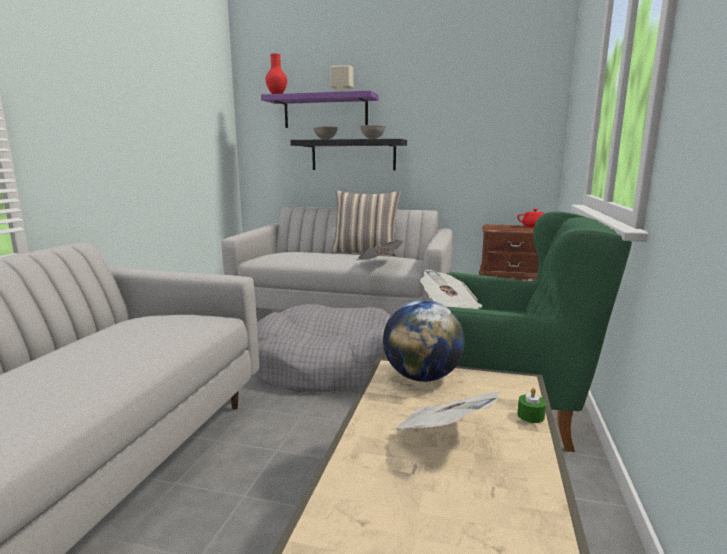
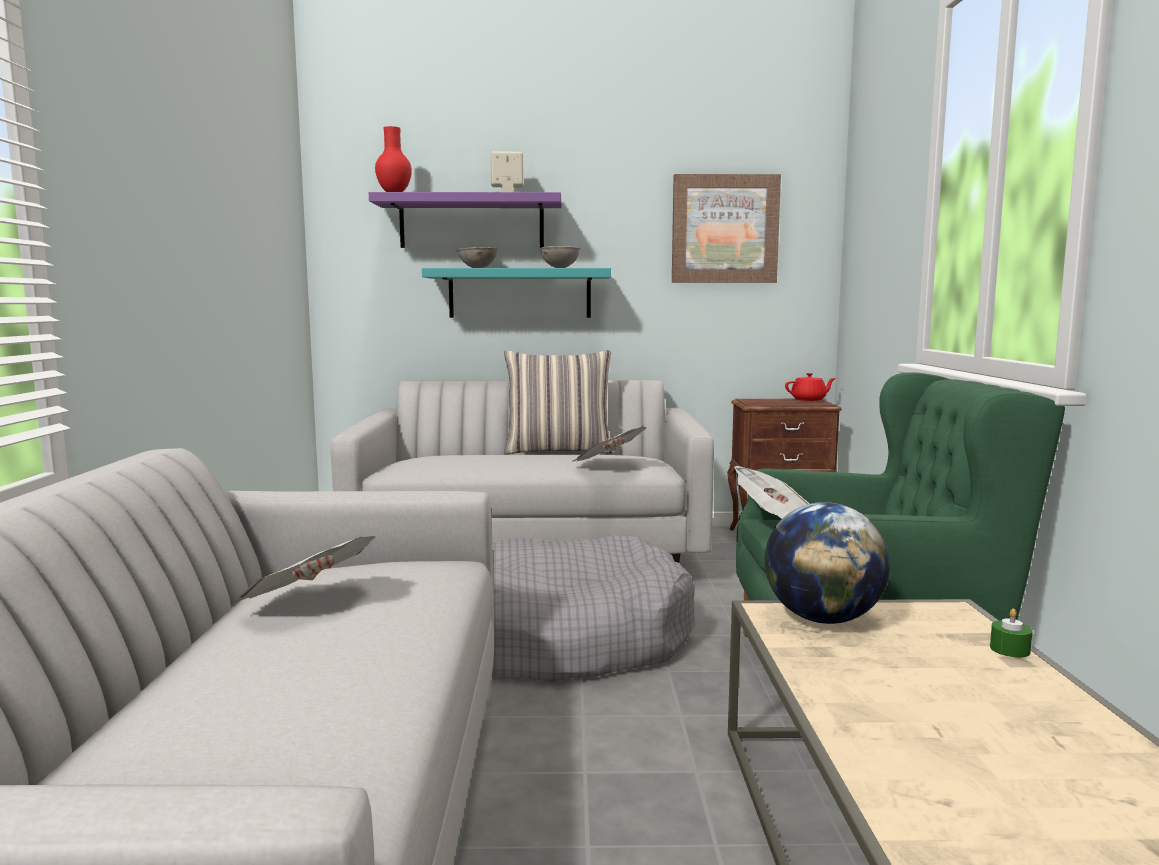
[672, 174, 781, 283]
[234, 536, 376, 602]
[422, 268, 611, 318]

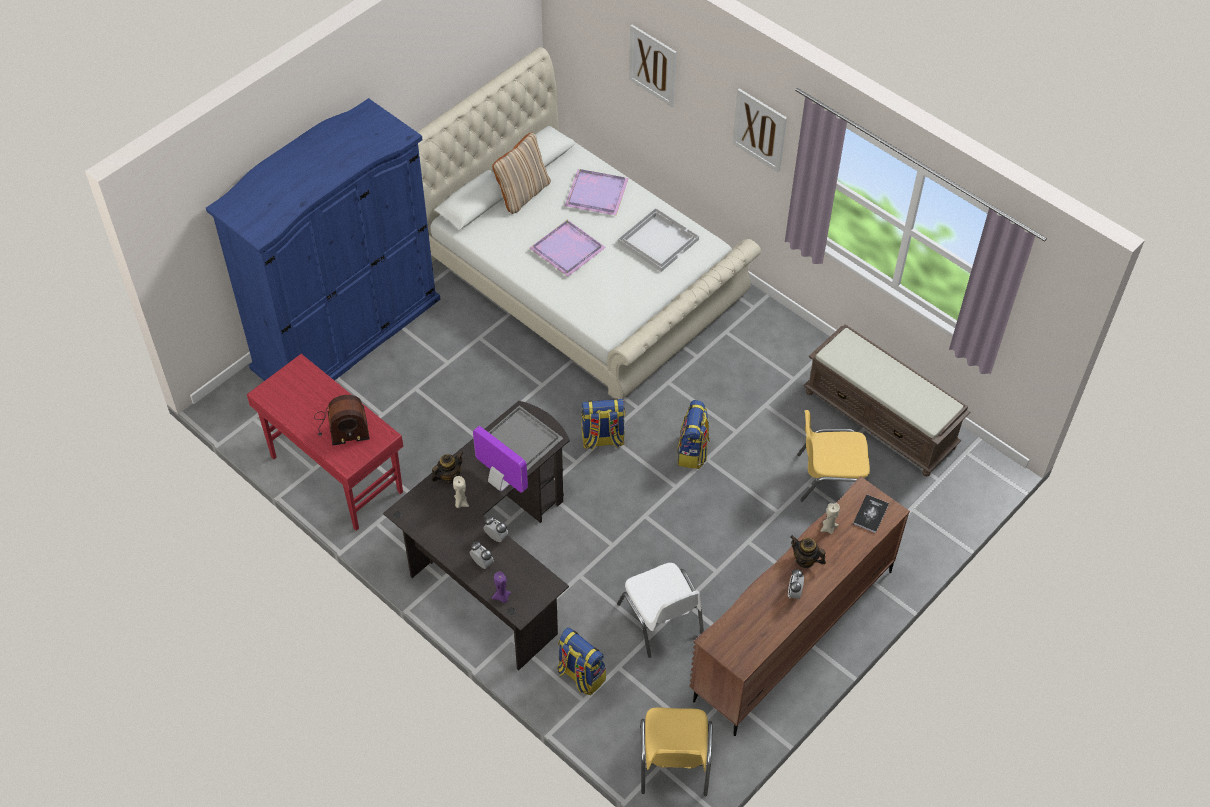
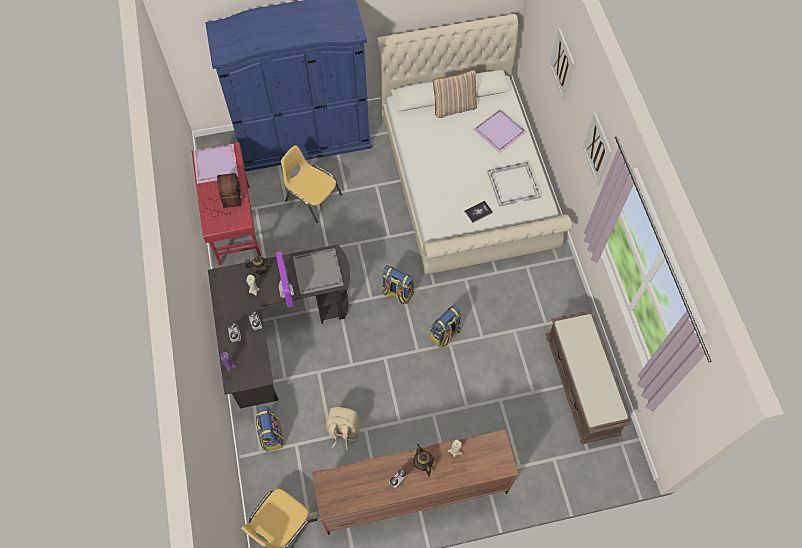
[193, 144, 238, 184]
[281, 145, 342, 223]
[464, 201, 493, 223]
[326, 407, 360, 450]
[203, 173, 242, 217]

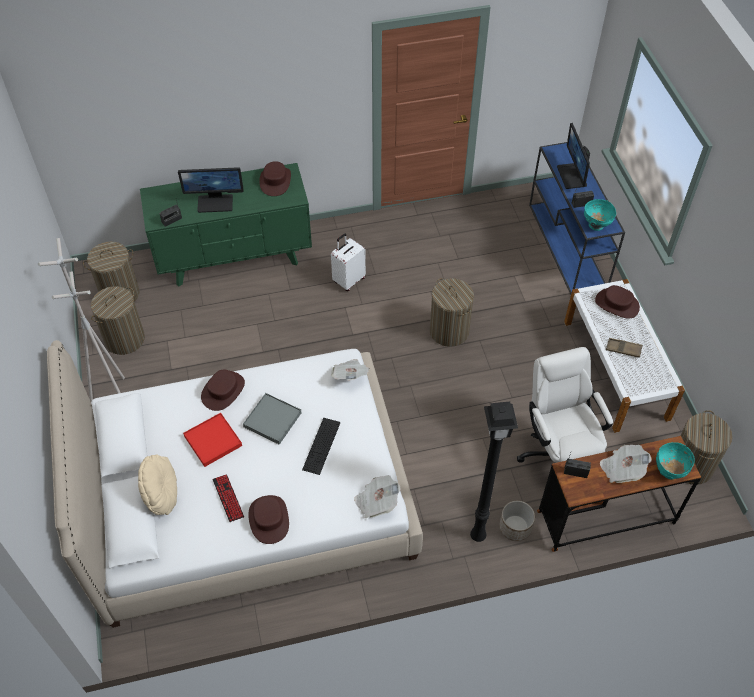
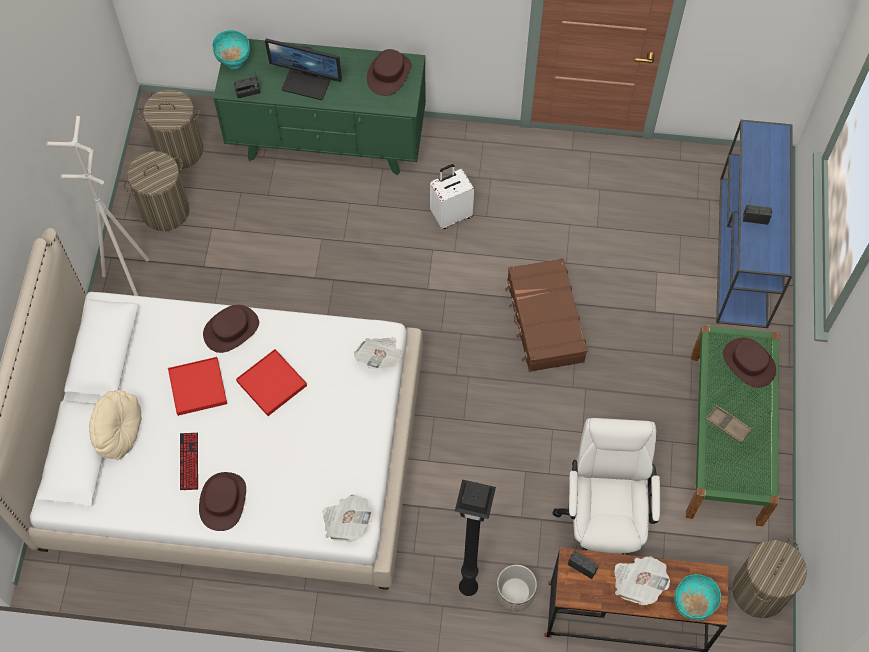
[302, 418, 340, 475] (first image)
[557, 123, 590, 189] (first image)
[212, 30, 250, 69]
[505, 258, 588, 372]
[236, 349, 307, 416]
[685, 325, 779, 526]

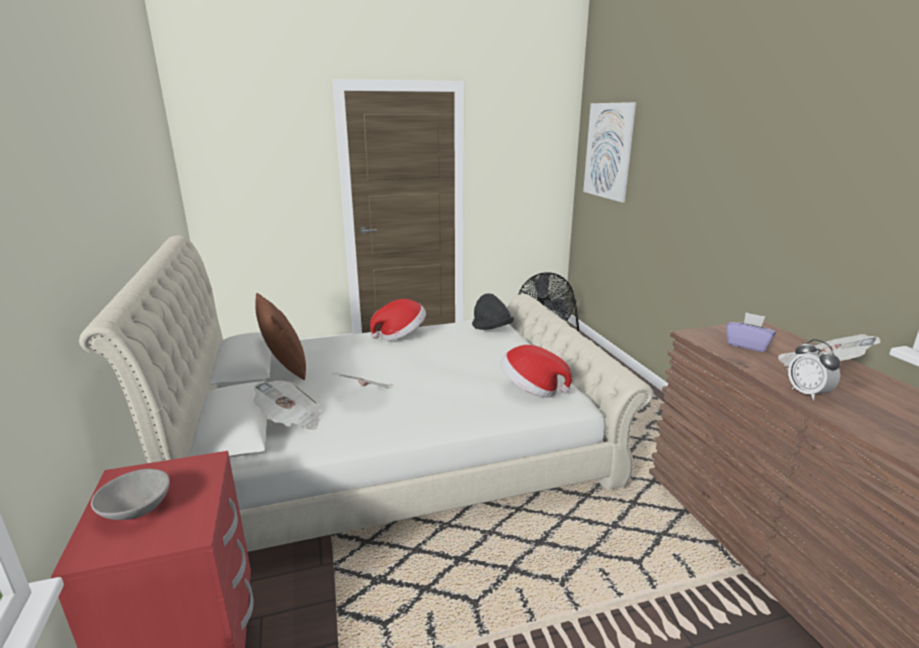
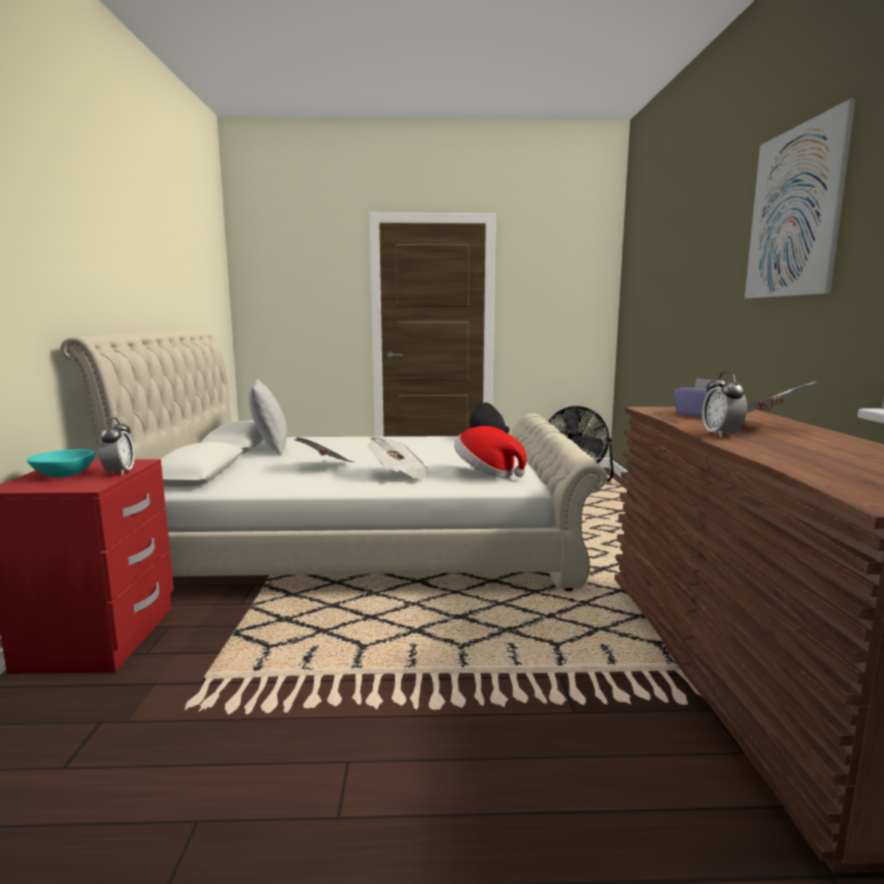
[370, 299, 426, 340] (first image)
[98, 418, 135, 476]
[368, 437, 428, 480]
[745, 99, 856, 299]
[27, 449, 95, 477]
[249, 379, 288, 455]

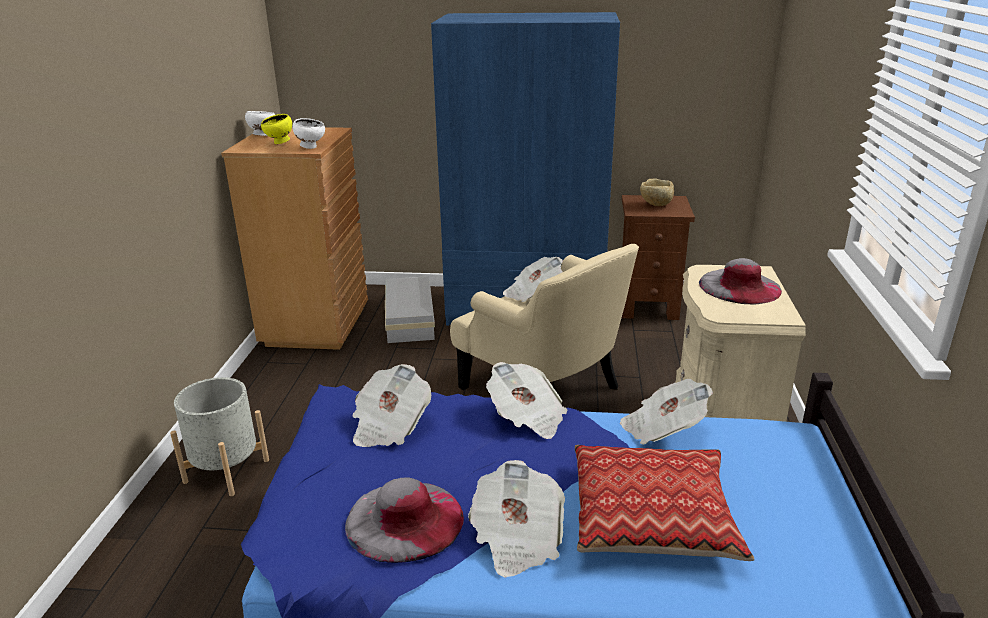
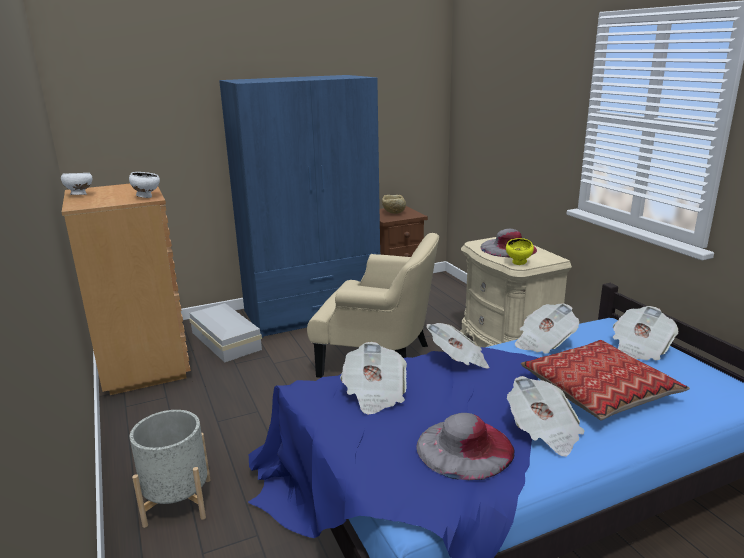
[506, 238, 534, 265]
[613, 306, 679, 361]

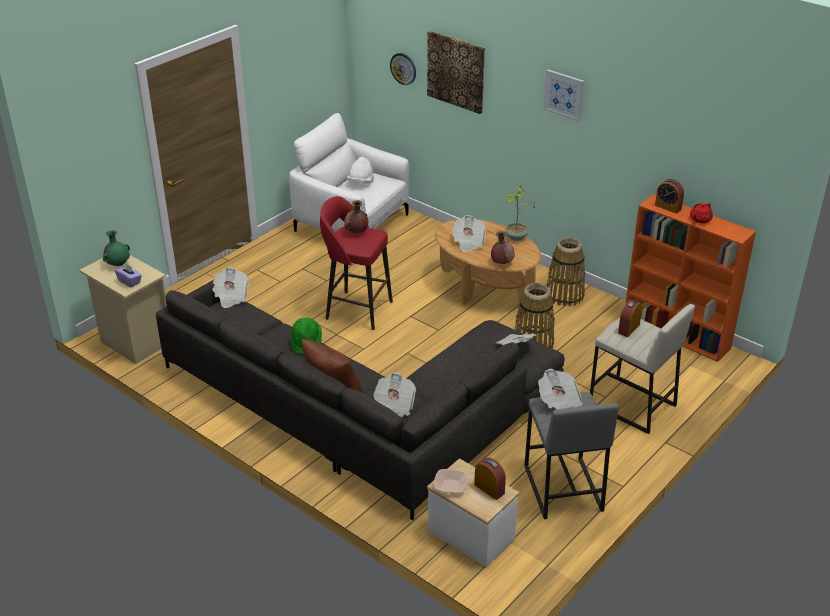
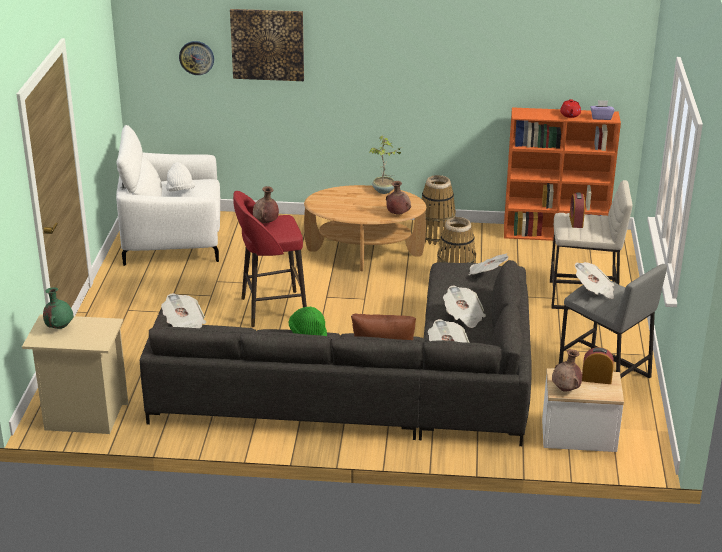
[543, 70, 584, 122] (first image)
[655, 179, 684, 214] (first image)
[591, 100, 615, 120]
[443, 285, 486, 328]
[552, 349, 582, 392]

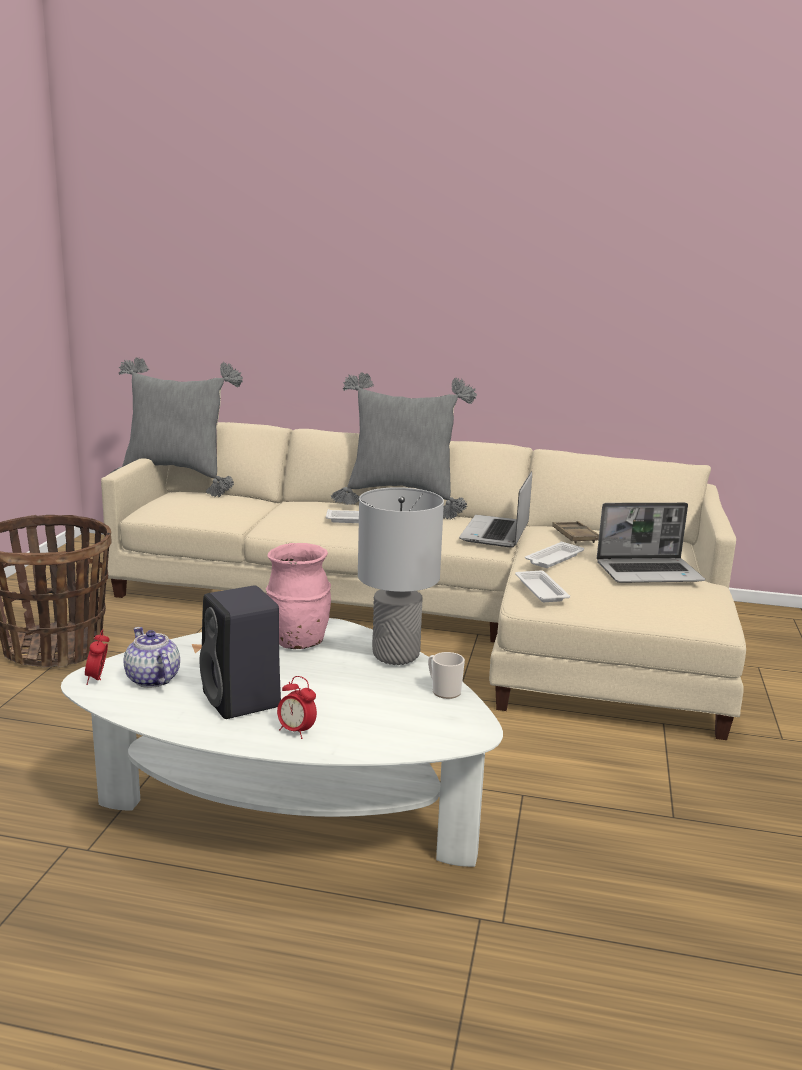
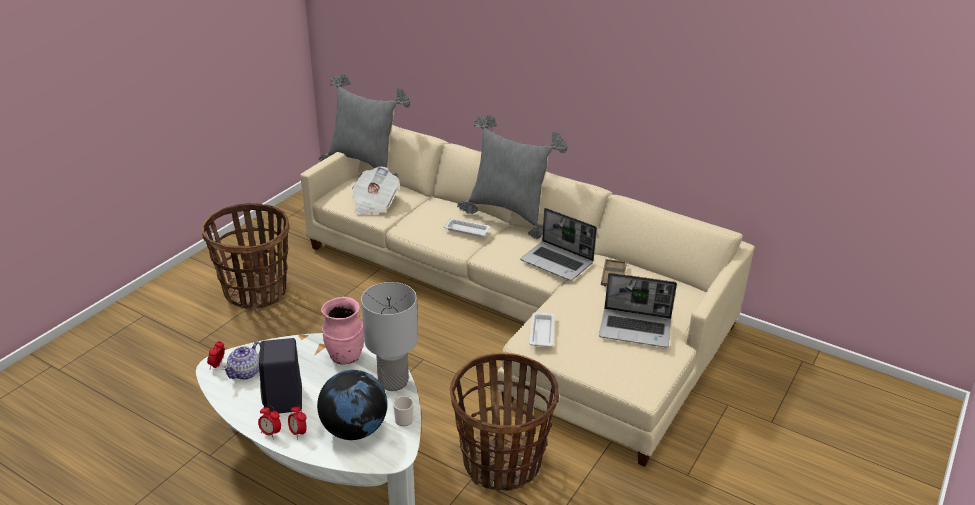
[525, 541, 584, 568] (first image)
[258, 405, 281, 439]
[317, 370, 387, 440]
[352, 166, 400, 215]
[450, 352, 559, 491]
[222, 342, 261, 380]
[520, 208, 597, 281]

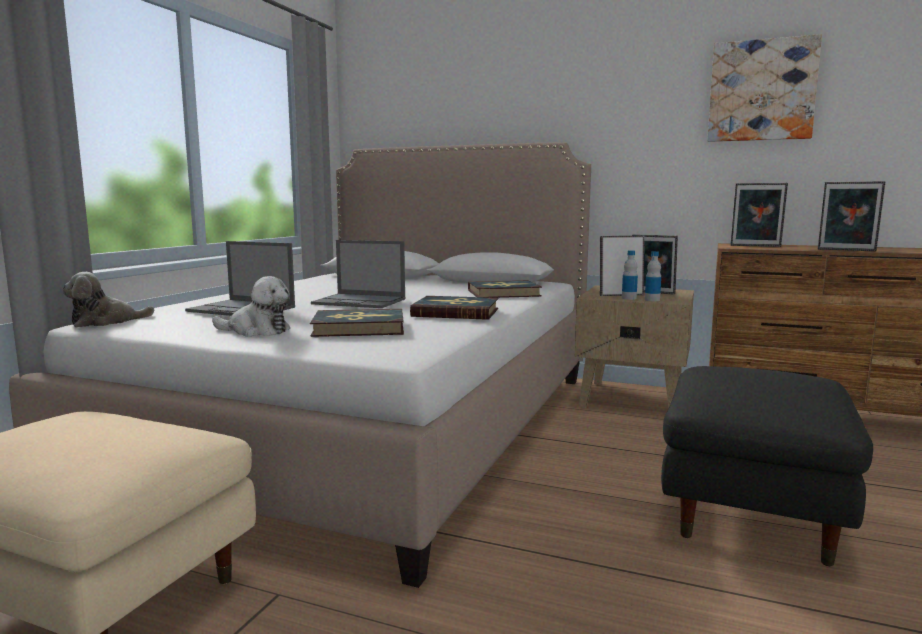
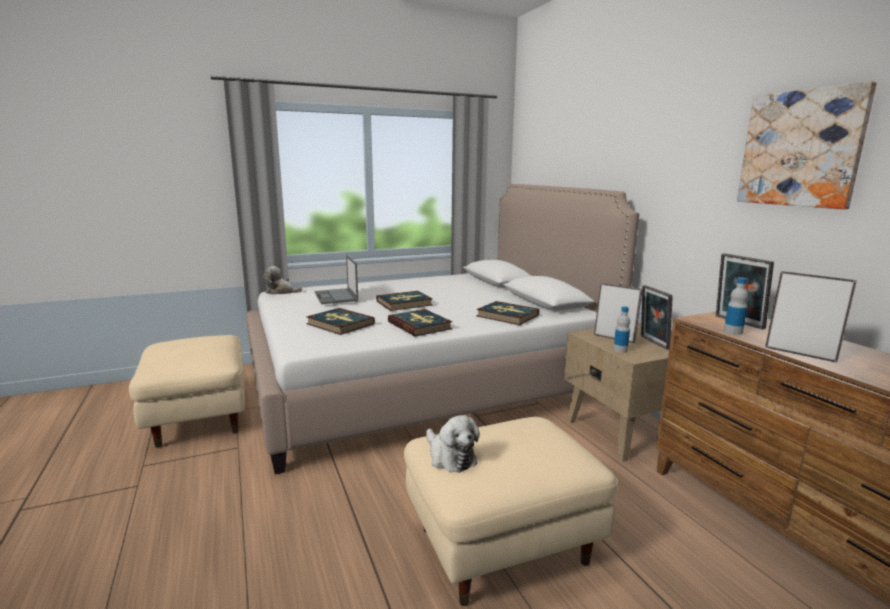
[426, 415, 480, 473]
[724, 277, 748, 335]
[376, 291, 433, 311]
[404, 417, 618, 606]
[765, 271, 857, 363]

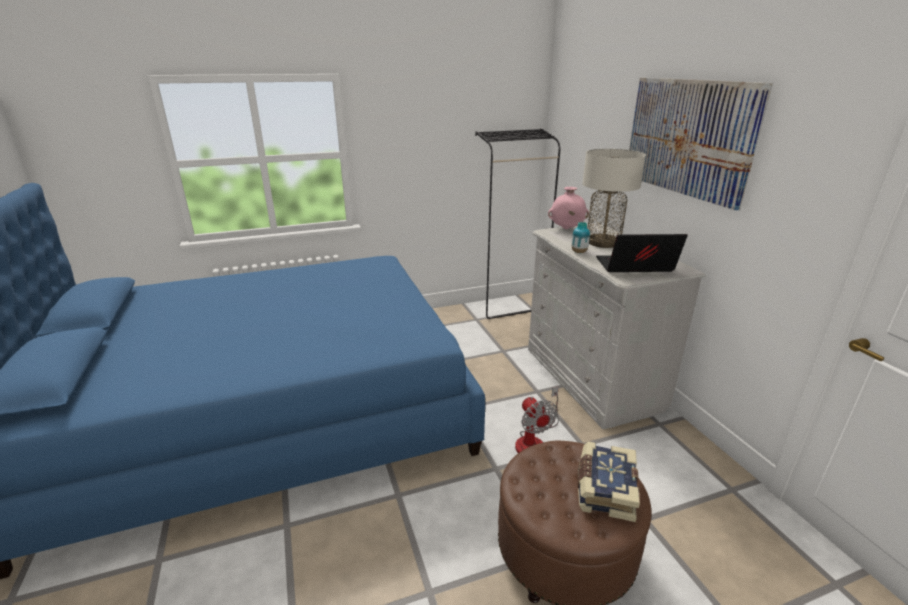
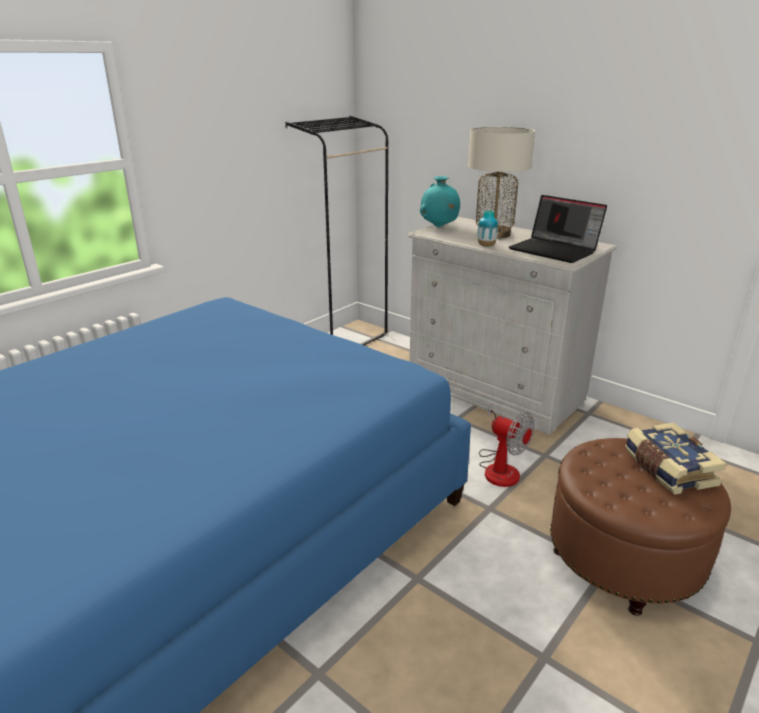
[629, 78, 773, 211] (first image)
[420, 176, 460, 227]
[509, 195, 607, 263]

